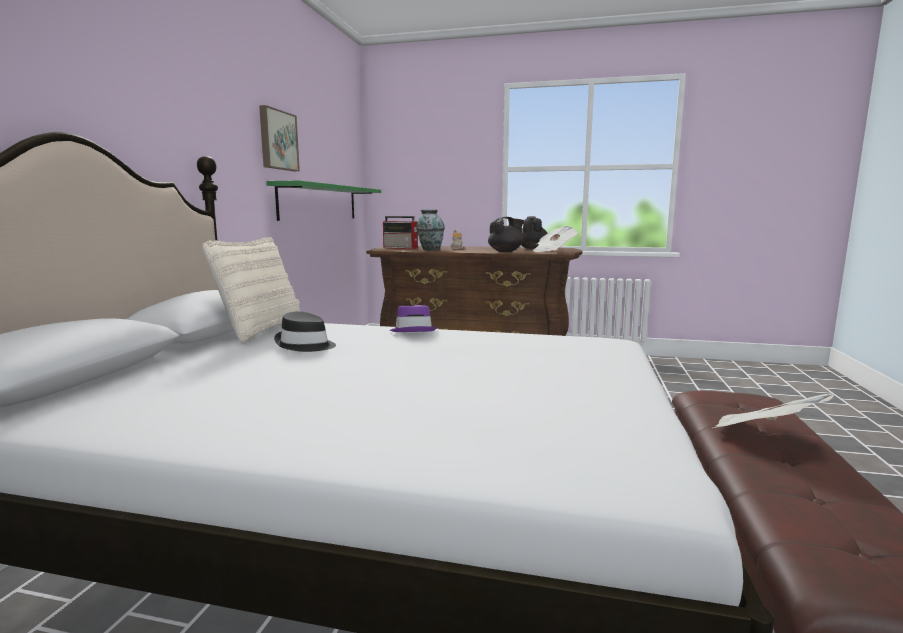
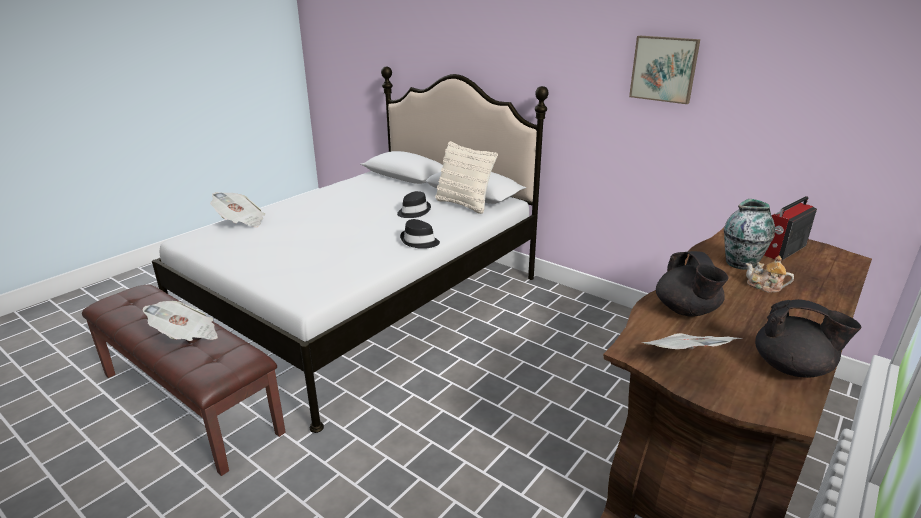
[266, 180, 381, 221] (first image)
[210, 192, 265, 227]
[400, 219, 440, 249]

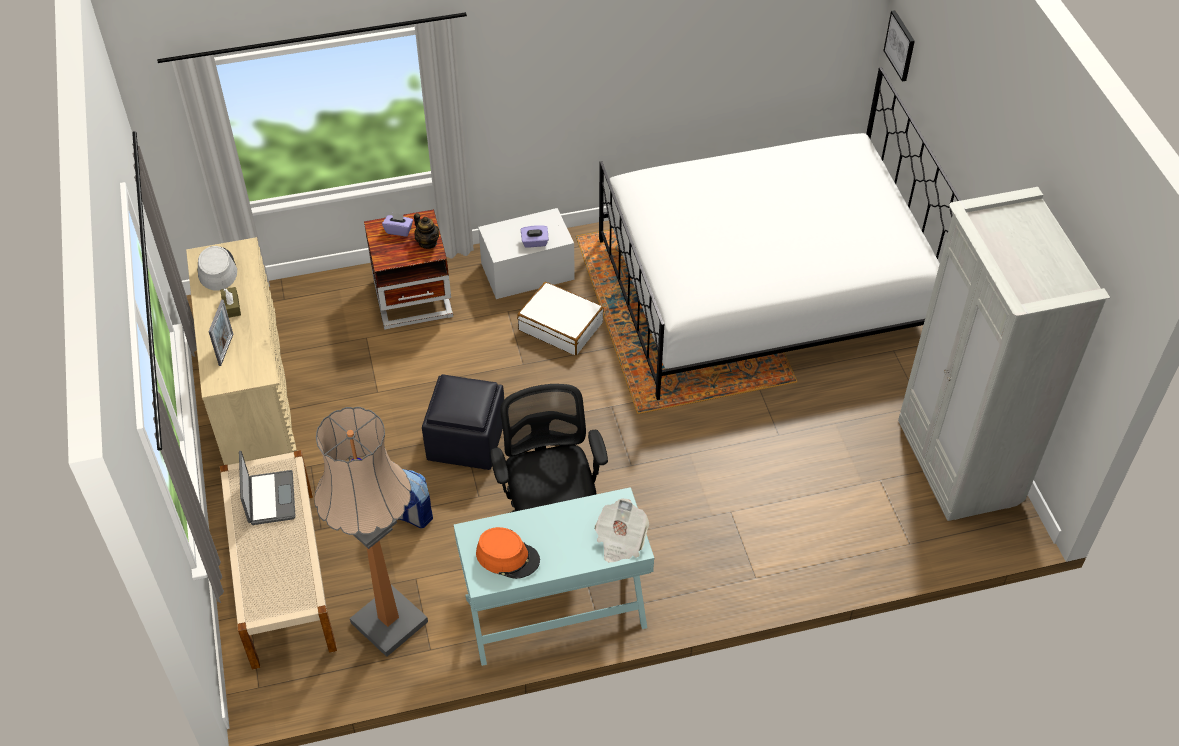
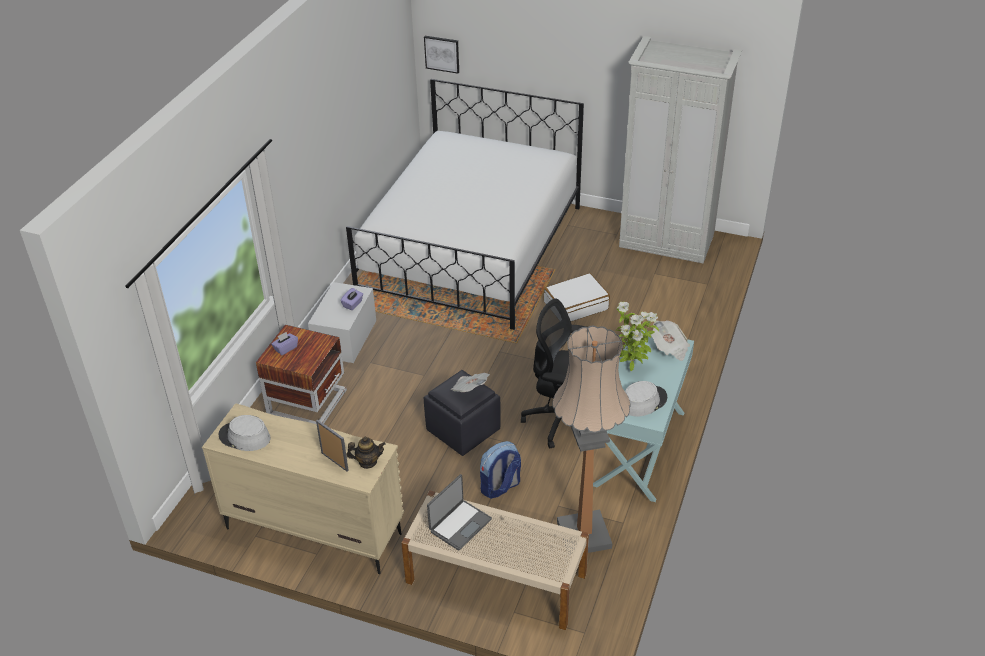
[220, 287, 241, 318] (first image)
[450, 373, 490, 392]
[616, 302, 659, 371]
[346, 437, 386, 469]
[544, 273, 610, 322]
[625, 381, 667, 416]
[427, 474, 492, 550]

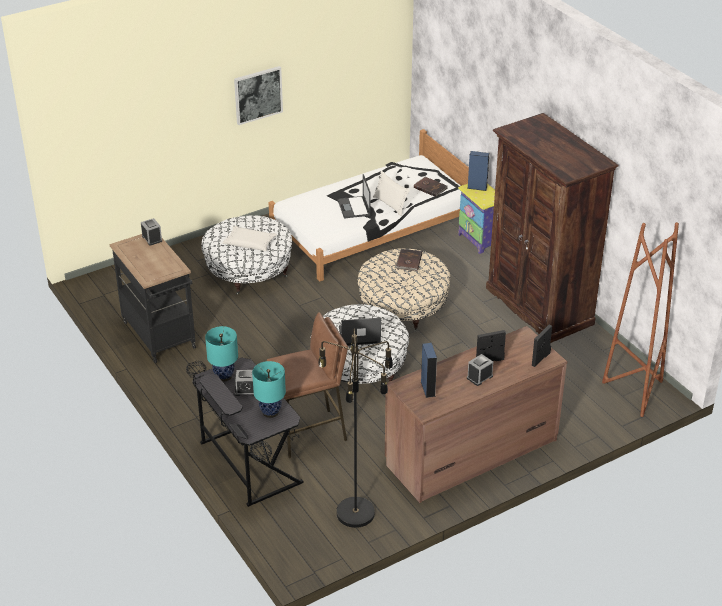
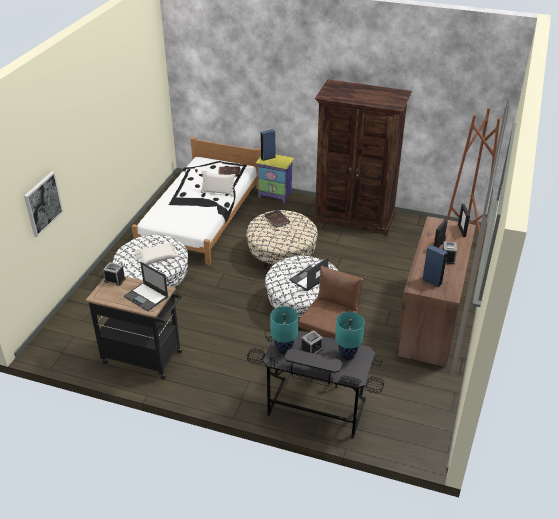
[318, 329, 393, 528] (first image)
[24, 172, 63, 237]
[124, 262, 168, 311]

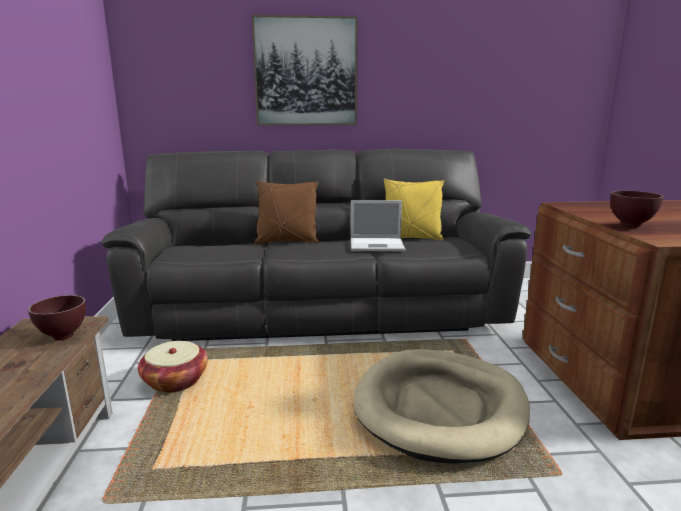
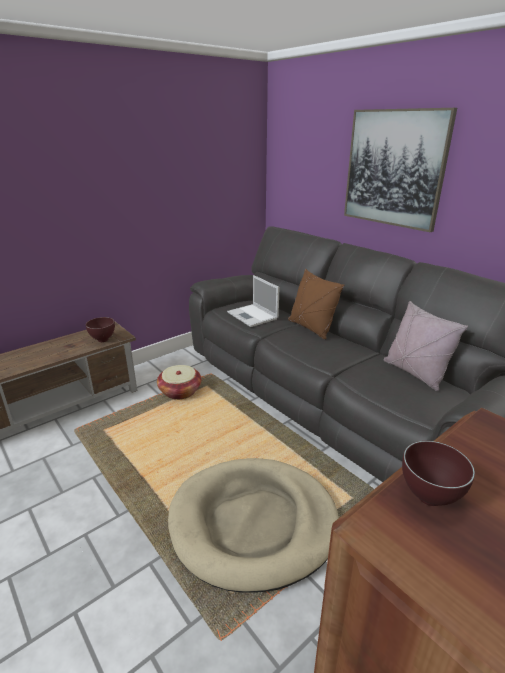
[227, 275, 280, 327]
[384, 301, 468, 391]

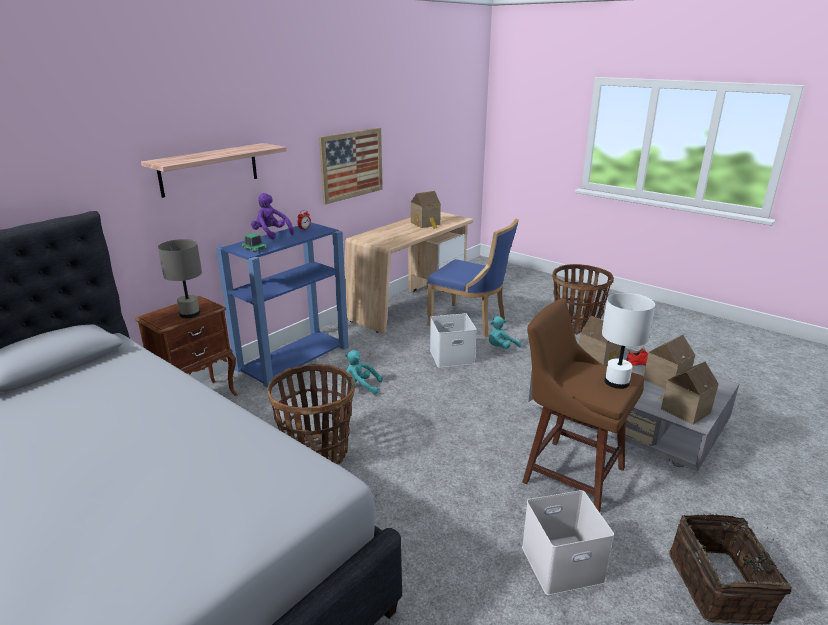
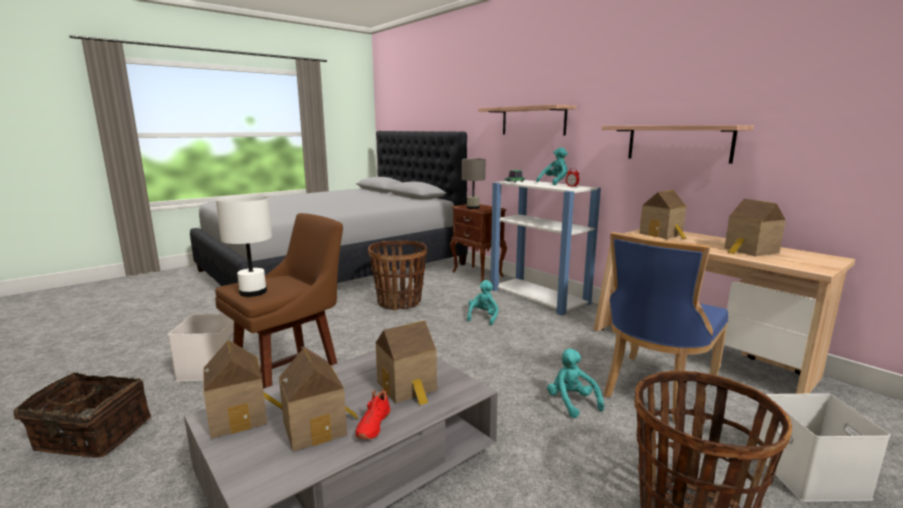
[639, 190, 686, 239]
[757, 393, 890, 502]
[602, 125, 754, 164]
[490, 180, 601, 316]
[536, 147, 568, 185]

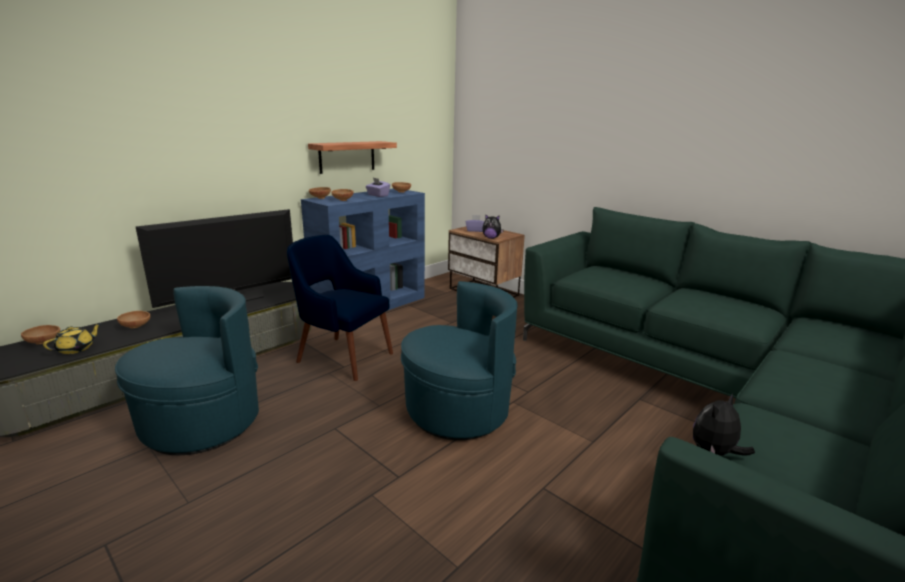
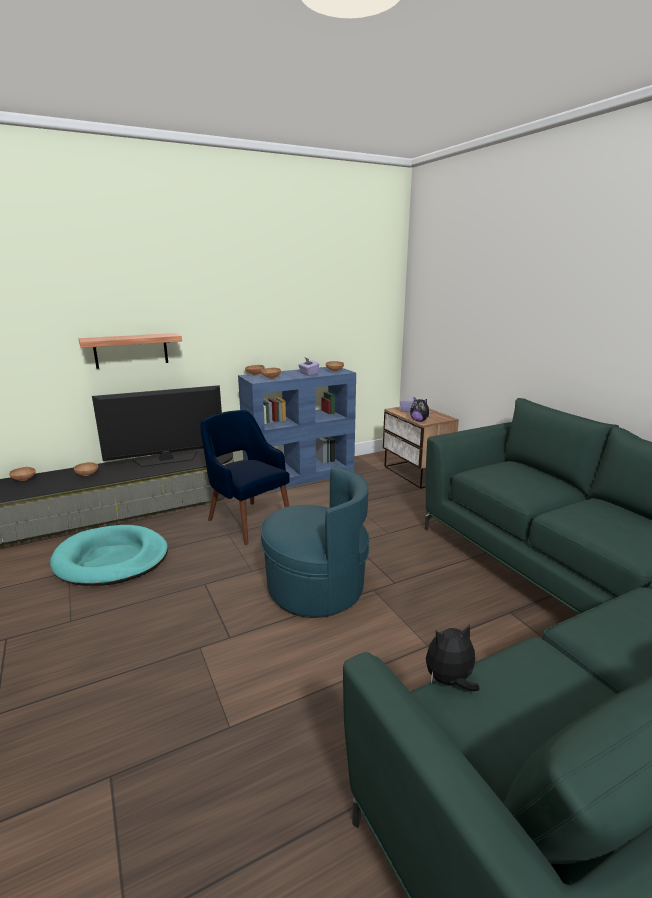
[43, 323, 101, 354] (first image)
[79, 333, 182, 369]
[50, 525, 168, 586]

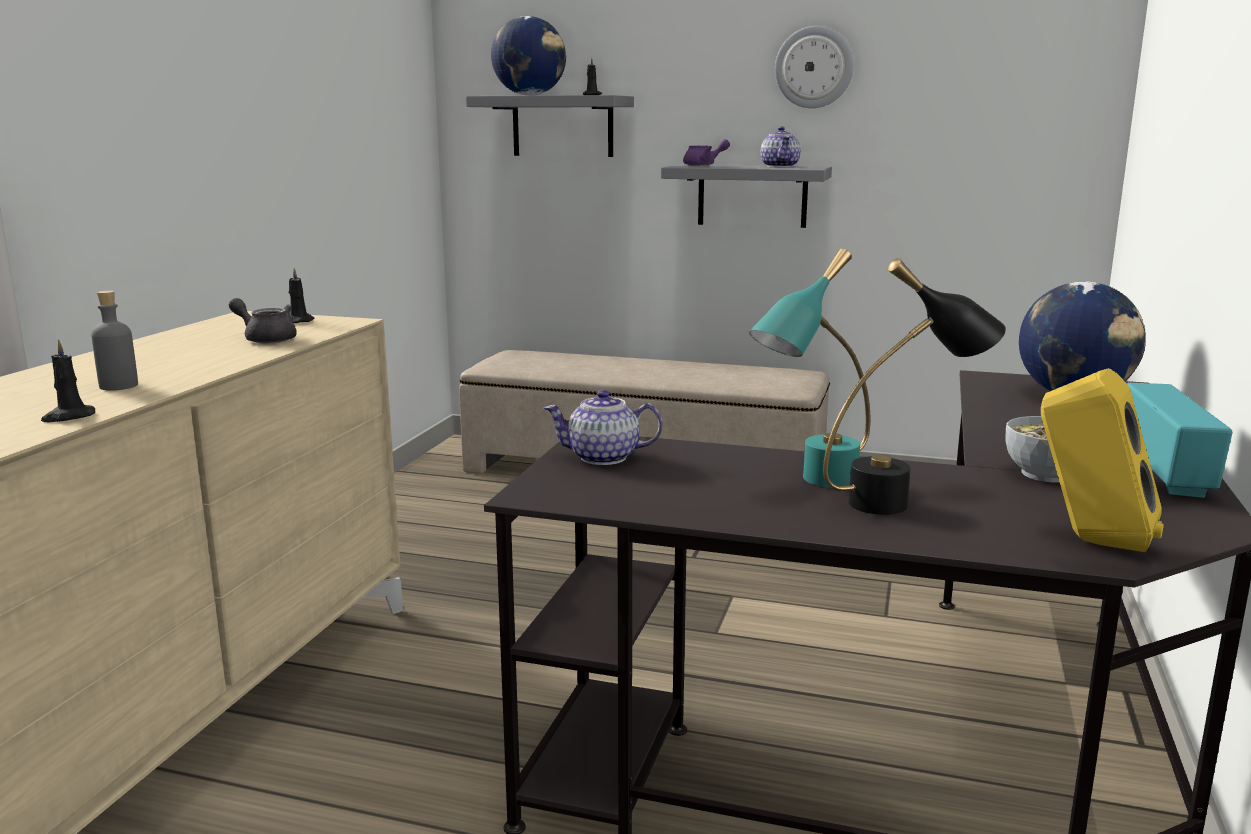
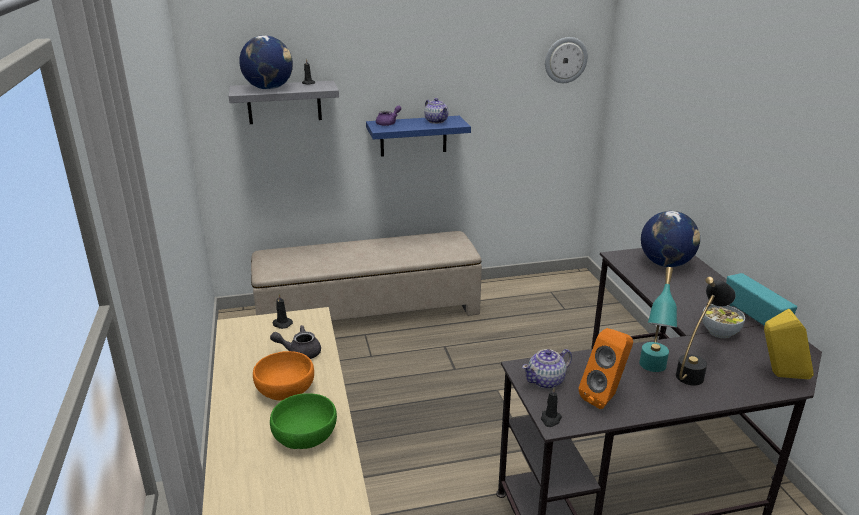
[253, 351, 314, 400]
[578, 328, 633, 409]
[541, 388, 562, 427]
[545, 37, 588, 83]
[270, 393, 337, 449]
[366, 116, 471, 157]

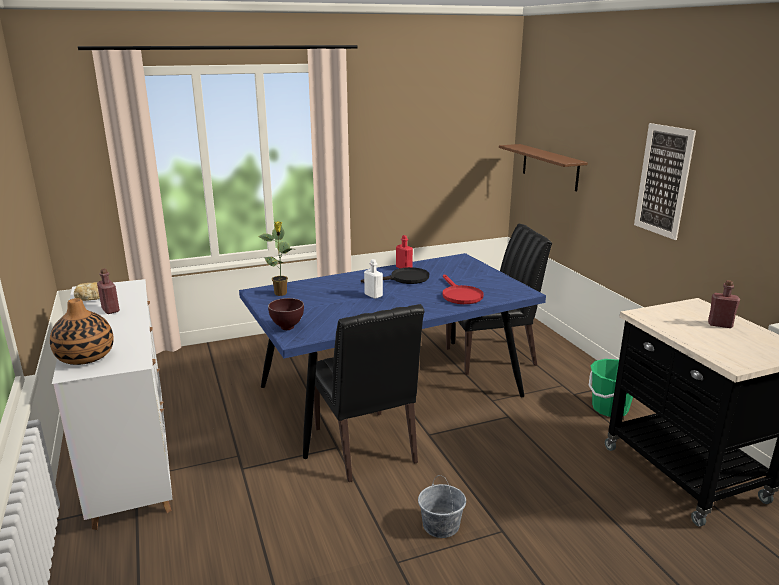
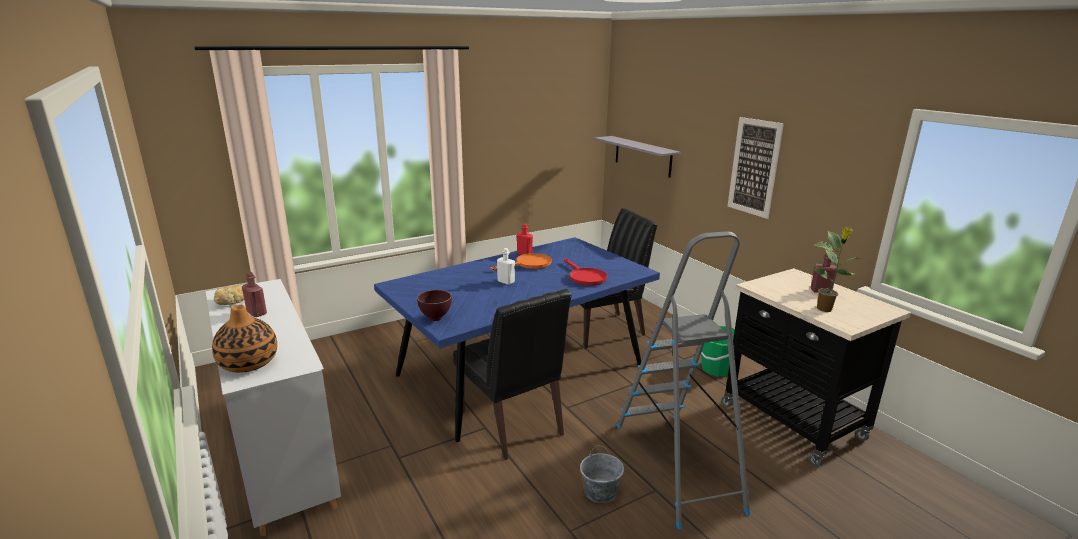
[617, 231, 750, 529]
[812, 227, 863, 312]
[490, 253, 552, 270]
[594, 136, 680, 178]

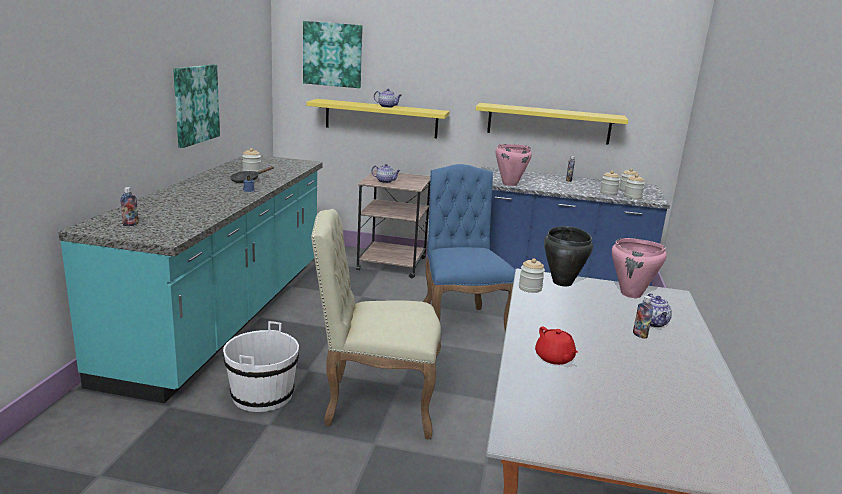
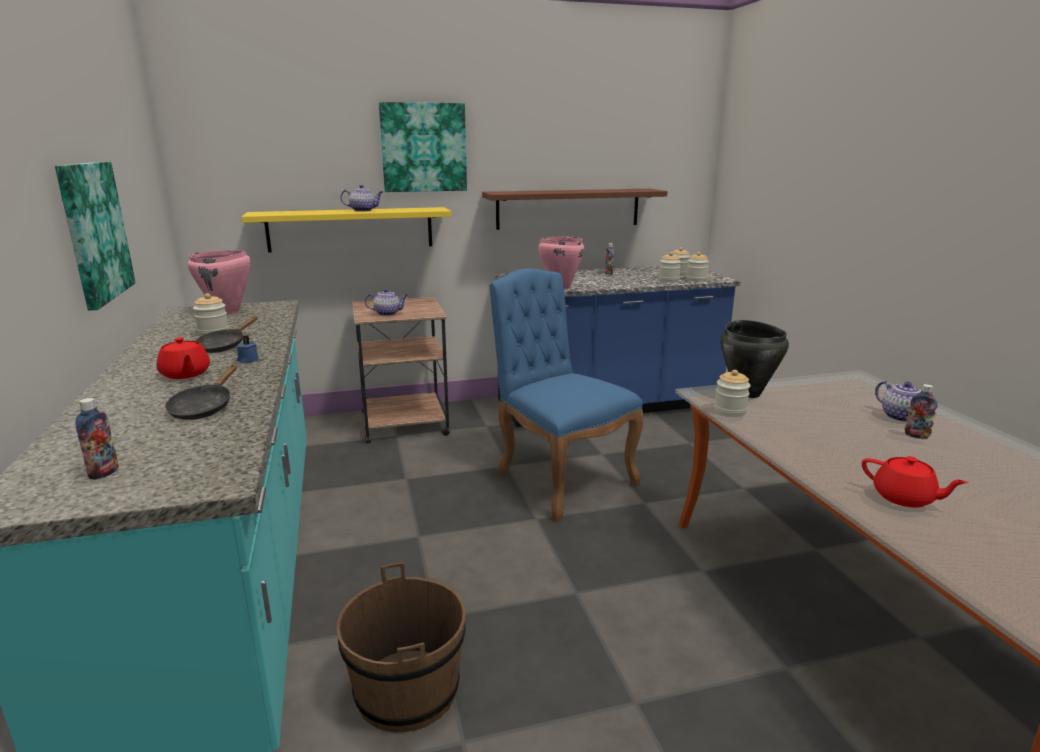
[311, 209, 441, 439] (first image)
[157, 337, 210, 379]
[165, 365, 237, 420]
[379, 102, 467, 192]
[188, 250, 251, 314]
[337, 562, 466, 732]
[482, 189, 668, 230]

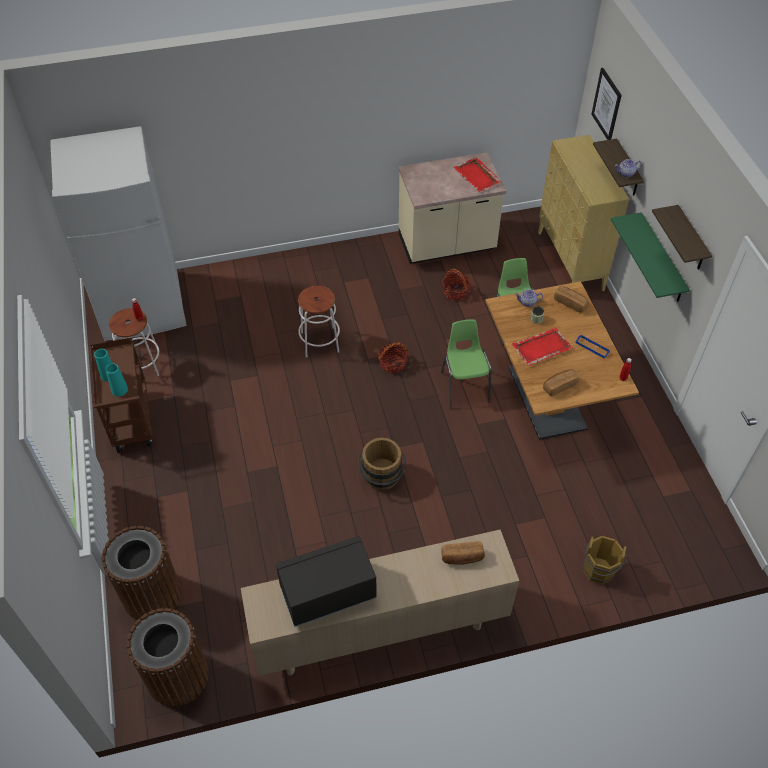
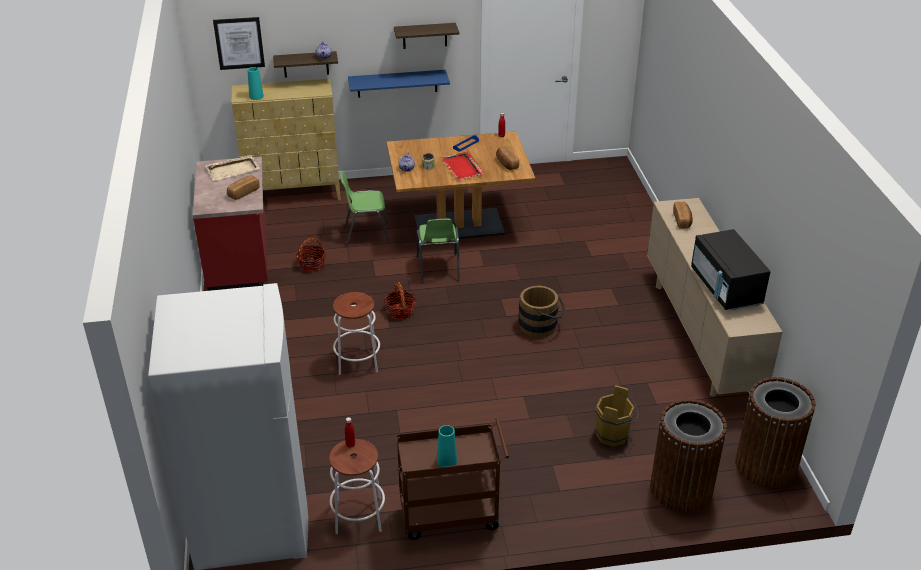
[248, 67, 264, 100]
[227, 176, 260, 200]
[595, 385, 639, 447]
[193, 156, 268, 291]
[205, 155, 260, 181]
[348, 70, 450, 98]
[417, 219, 460, 284]

